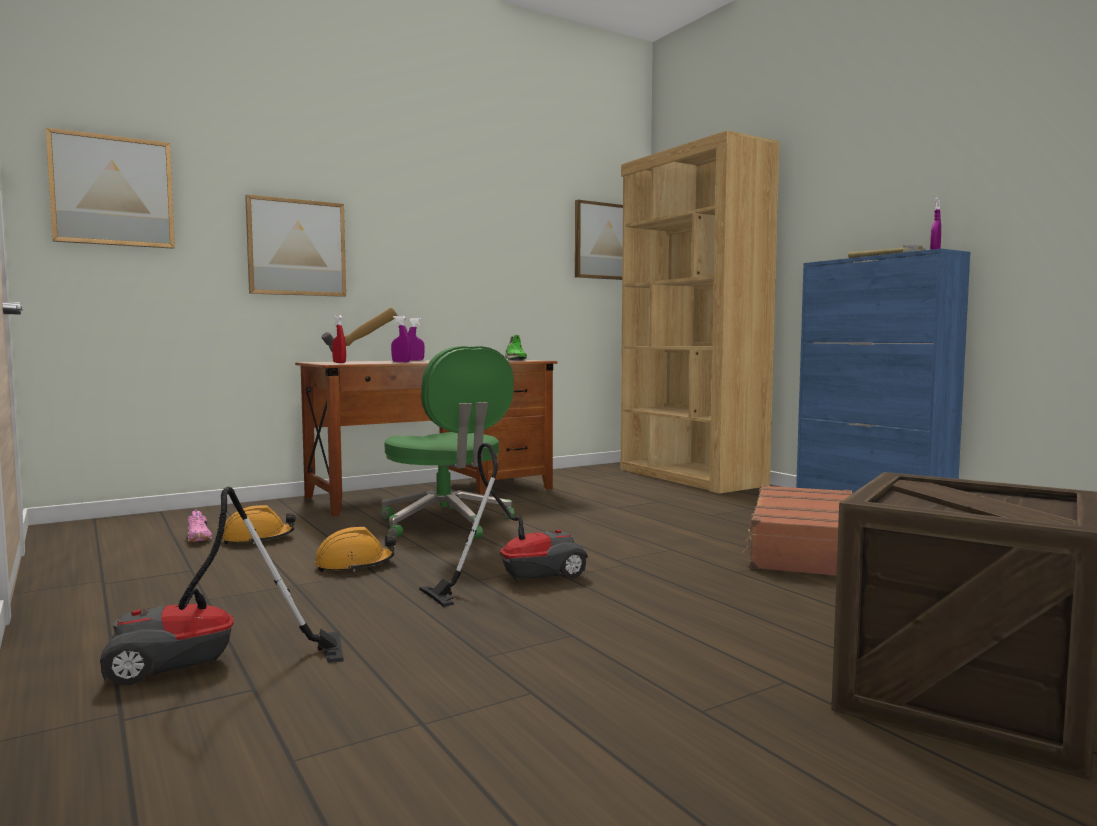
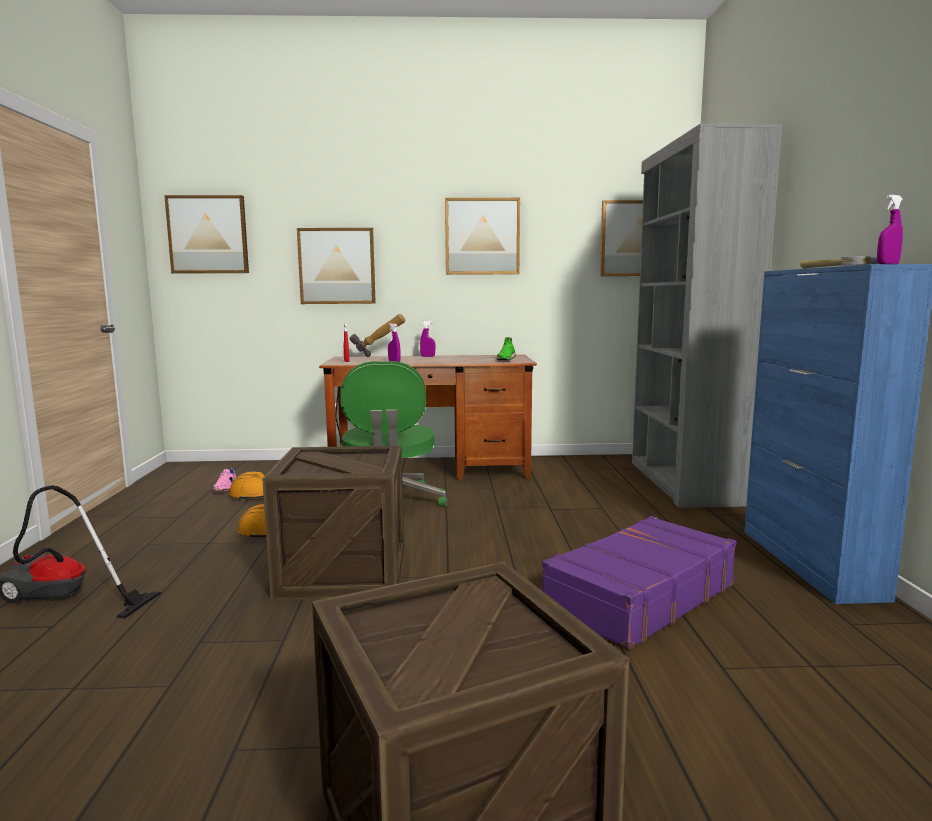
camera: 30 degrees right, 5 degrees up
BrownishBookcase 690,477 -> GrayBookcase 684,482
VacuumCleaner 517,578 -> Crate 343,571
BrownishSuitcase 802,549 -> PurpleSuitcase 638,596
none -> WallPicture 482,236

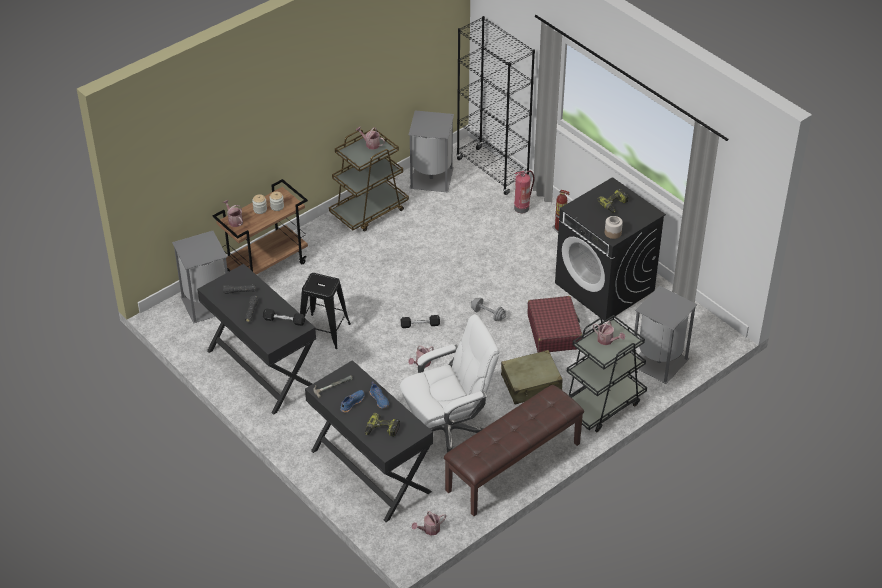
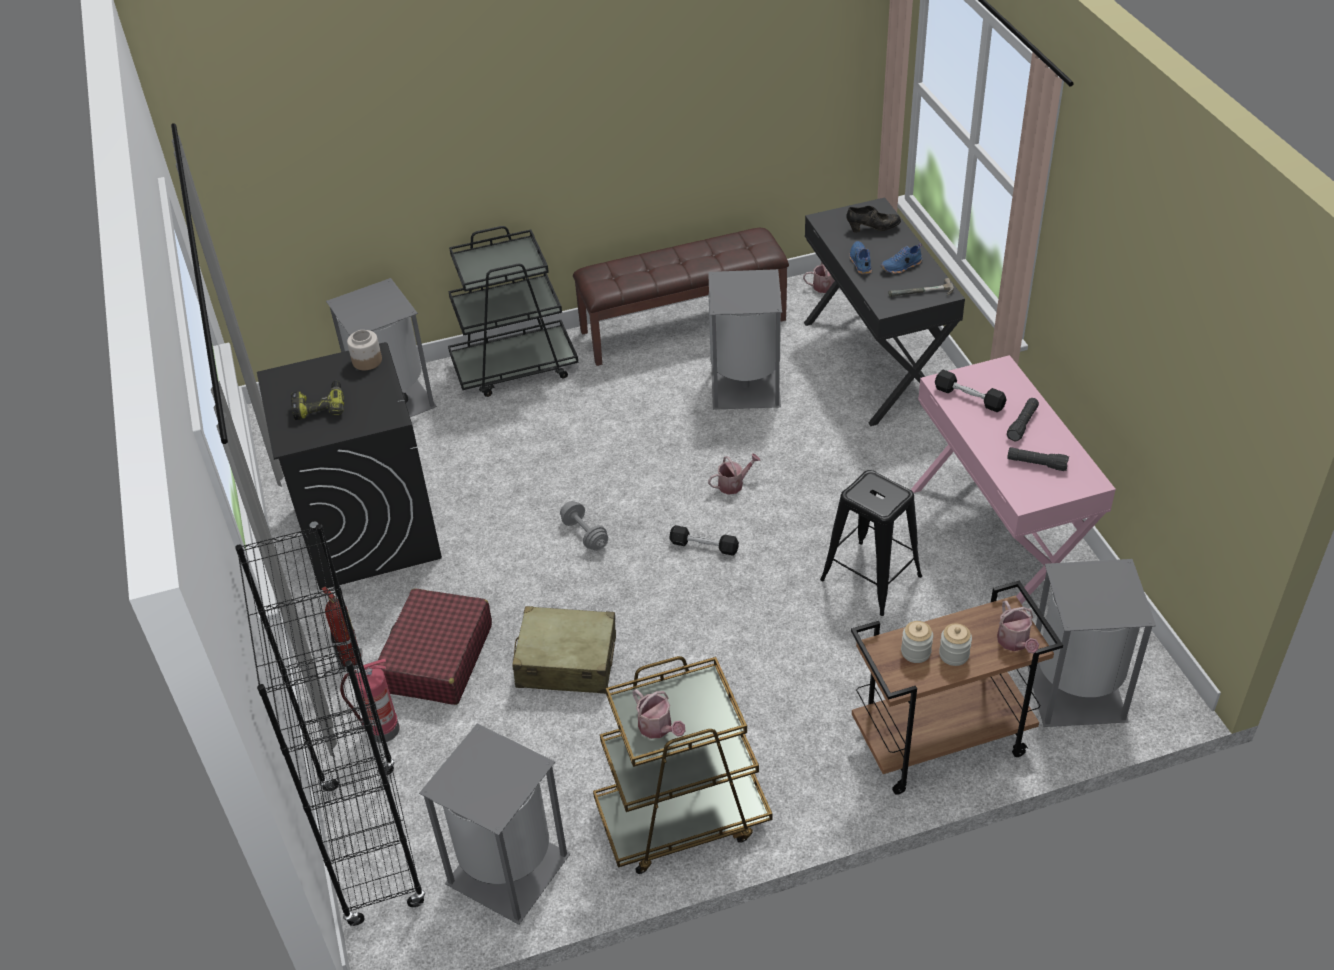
camera: 155 degrees left, 0 degrees up
BlackColouredDeskTable 261,369 -> PinkColouredDeskTable 997,540
RedSuitcase 554,331 -> RedSuitcase 437,658, move
WhiteDeskChair 448,430 -> GrayWasteBin 744,386
WateringPot 607,340 -> none
SandColouredSuitcase 531,384 -> SandColouredSuitcase 566,662, move
Drill 381,430 -> BlackColouredShoe 873,229

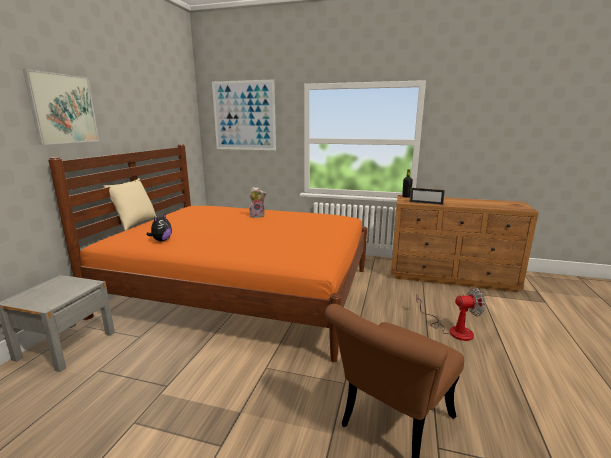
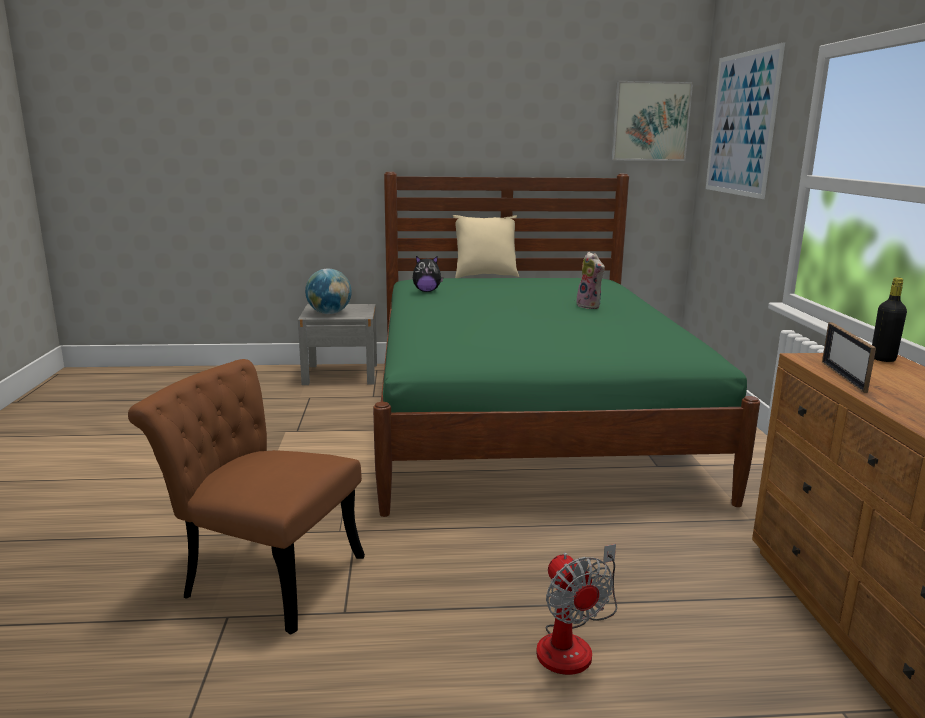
camera: 70 degrees right, 0 degrees up
WallPicture 63,109 -> WallPicture 651,121, move
OrangeyBed 242,291 -> GreenBed 525,420
none -> Globe 329,313

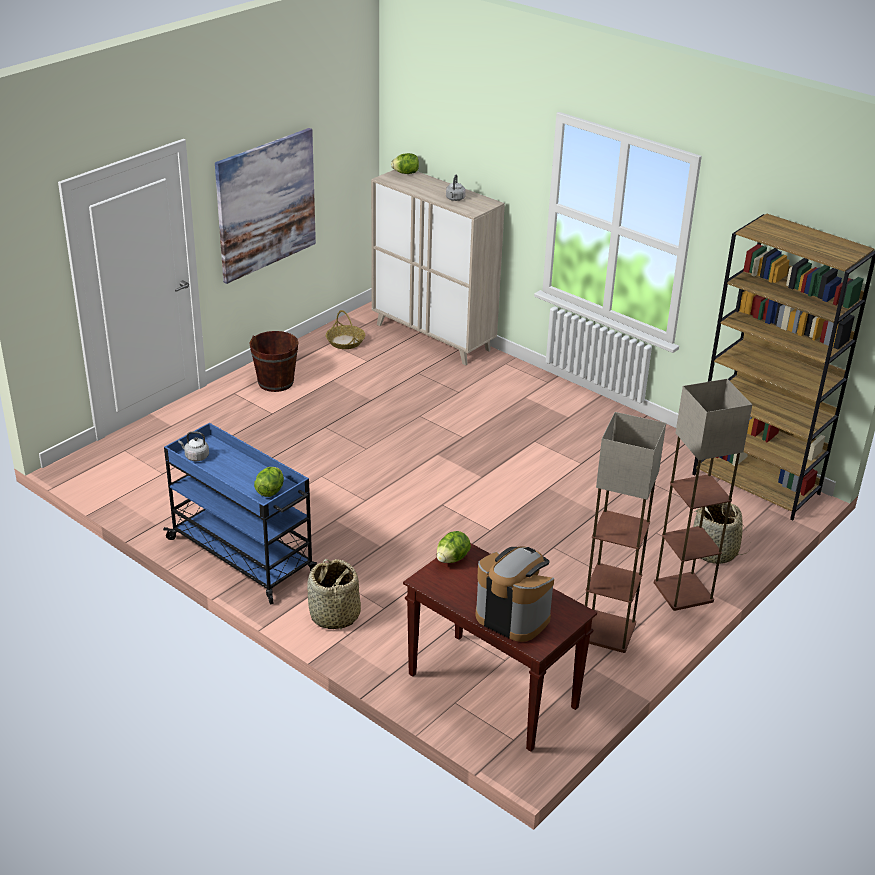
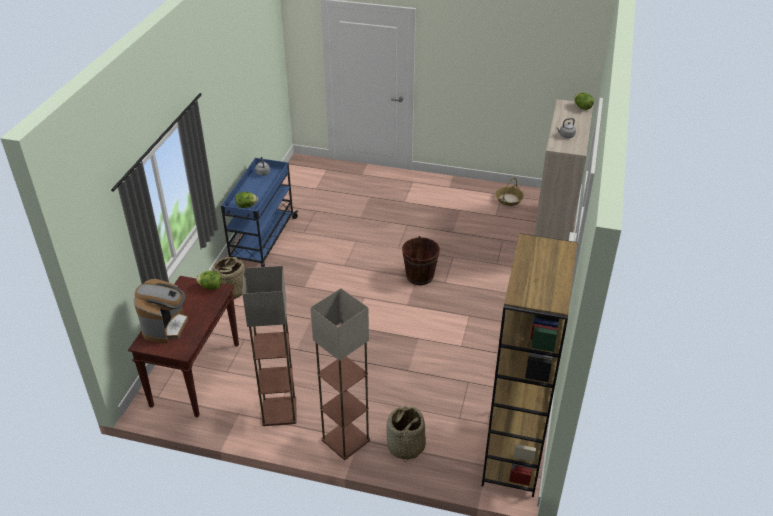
camera: 65 degrees right, 5 degrees up
WallPicture 266,204 -> none
BrownishBucket 275,382 -> BrownishBucket 420,276, move

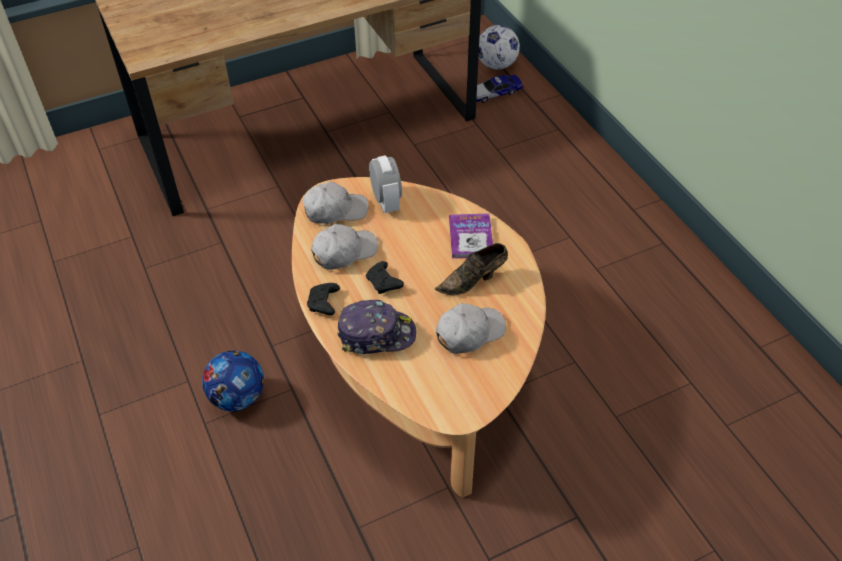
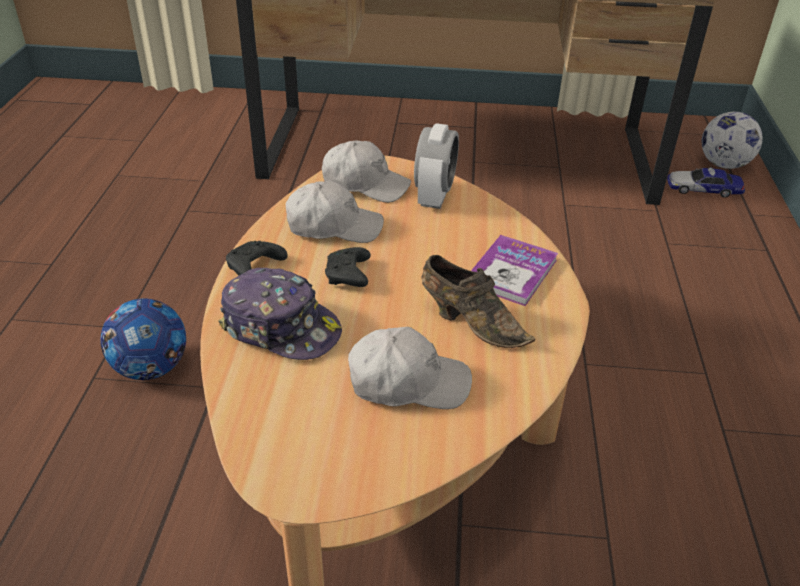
camera: 30 degrees right, 10 degrees down
BrownishShoe 473,281 -> BrownishShoe 471,322, 150 degrees counterclockwise

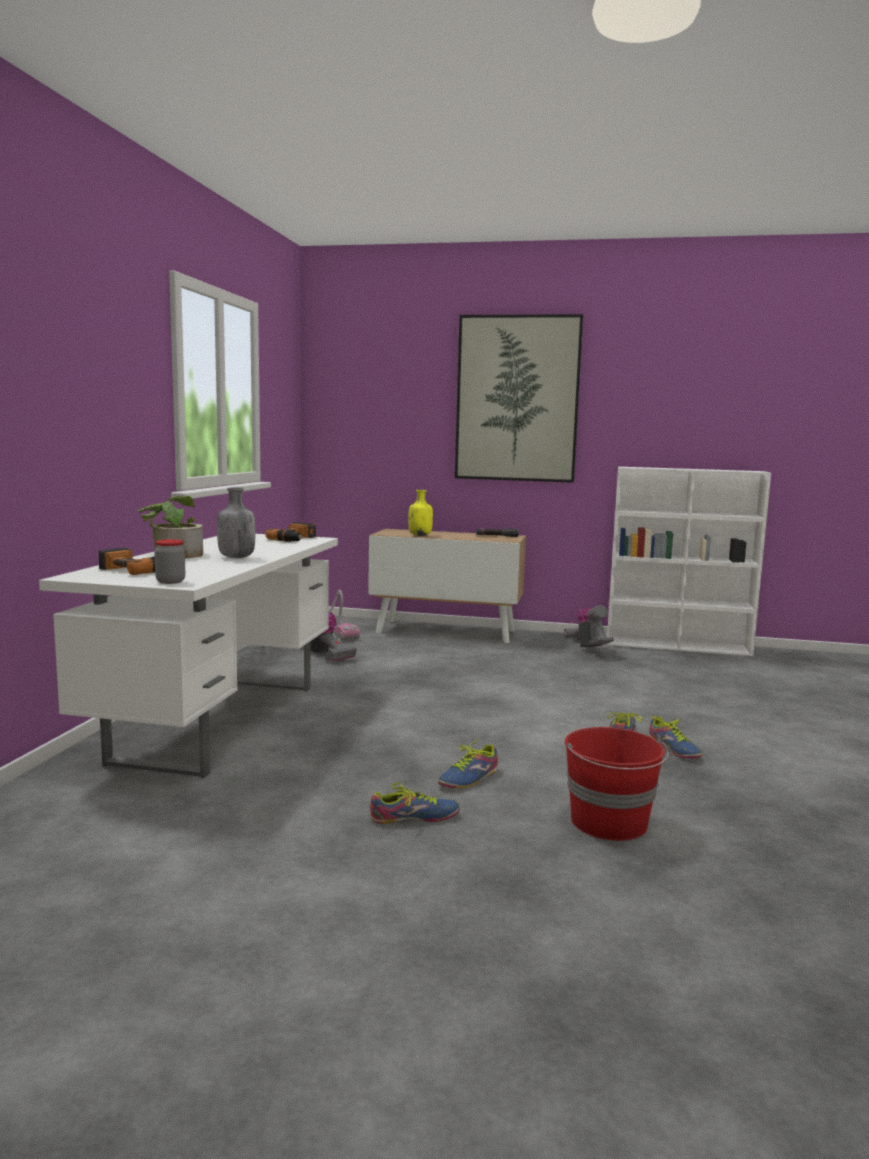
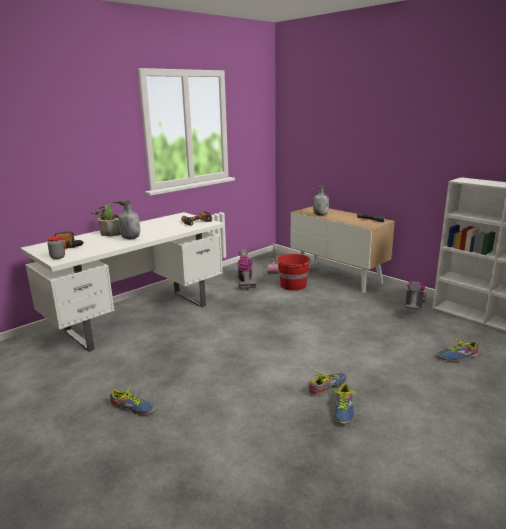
camera: 35 degrees right, 10 degrees up
WallPicture 517,399 -> none
YellowishDrinkBottle 420,535 -> GrayDrinkBottle 320,215
RedBucket 610,823 -> RedBucket 293,285, move
Shoe 469,778 -> Shoe 457,356, move

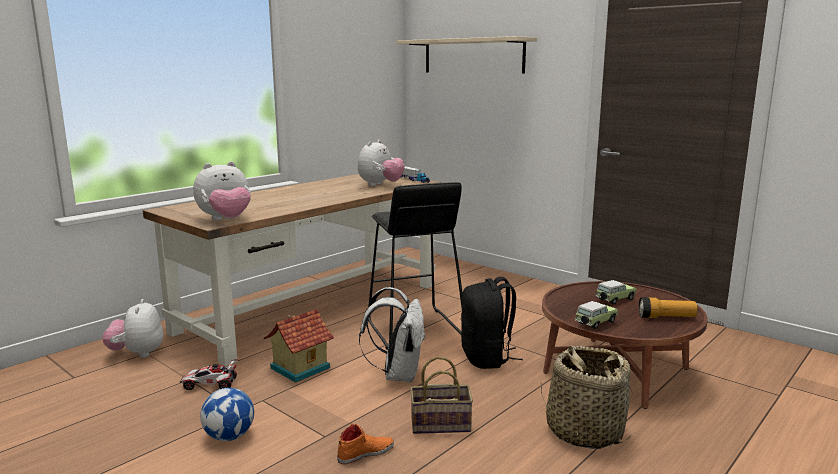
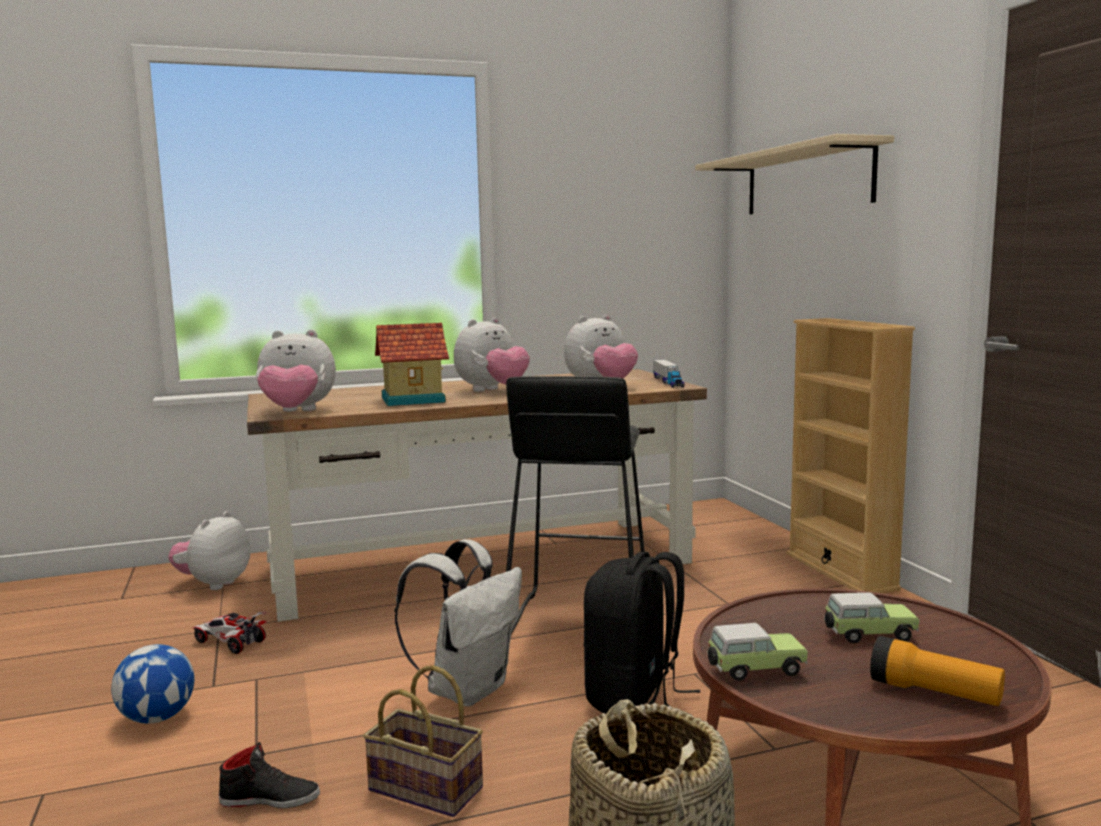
camera: 30 degrees right, 5 degrees down
ModelHouse 299,367 -> ModelHouse 412,399, move
OrangeyShoe 365,453 -> BlackColouredShoe 270,798
none -> PlushToy 492,390
none -> SandColouredBookcase 840,571

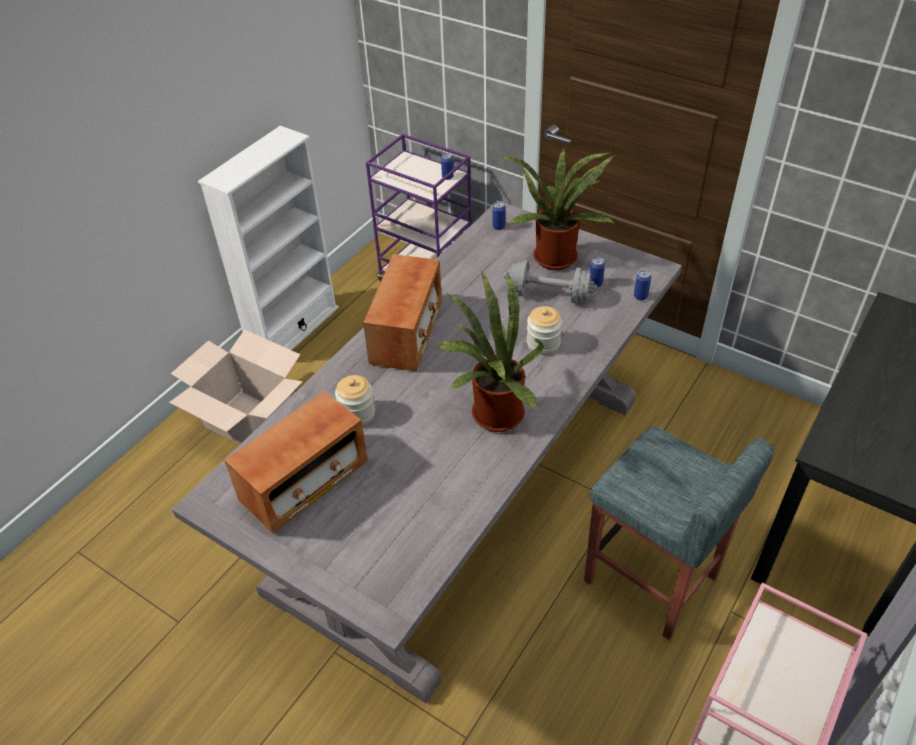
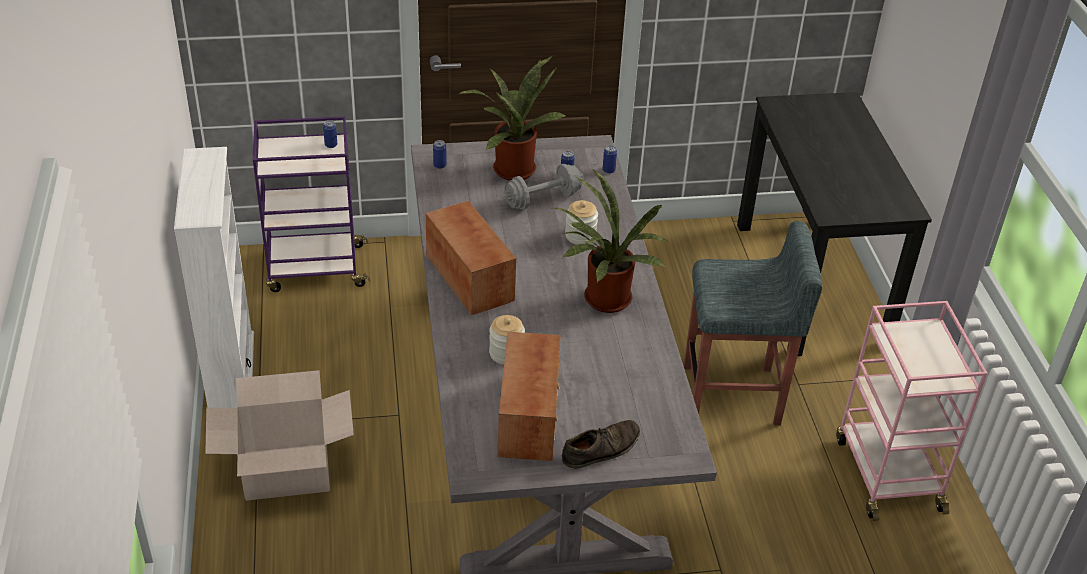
camera: 45 degrees left, 5 degrees down
none -> BrownishShoe 601,449

